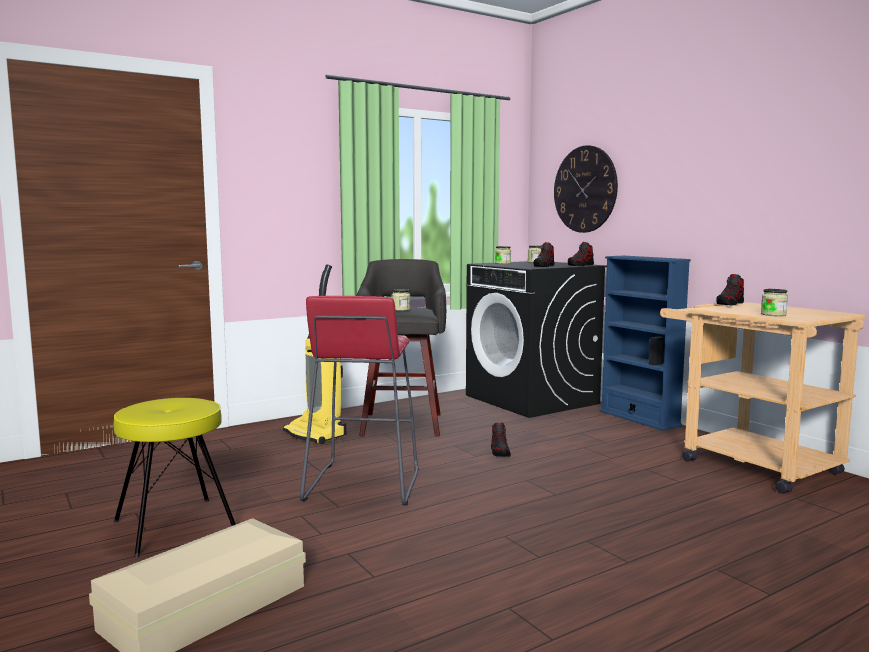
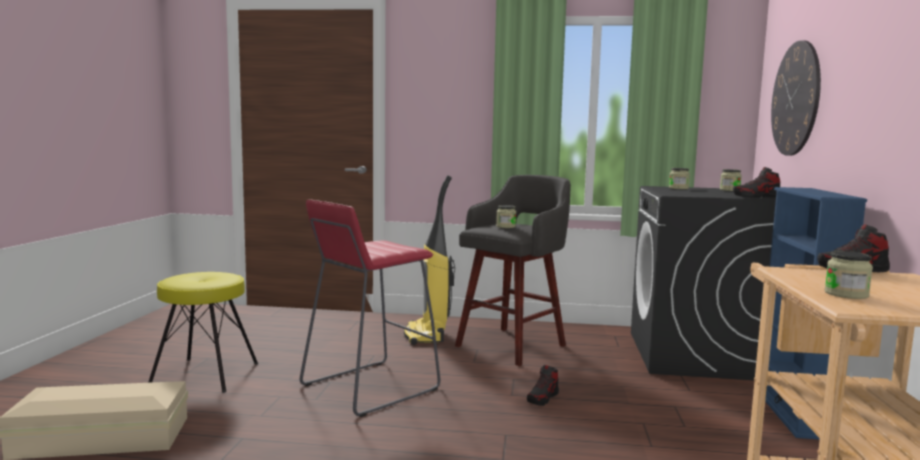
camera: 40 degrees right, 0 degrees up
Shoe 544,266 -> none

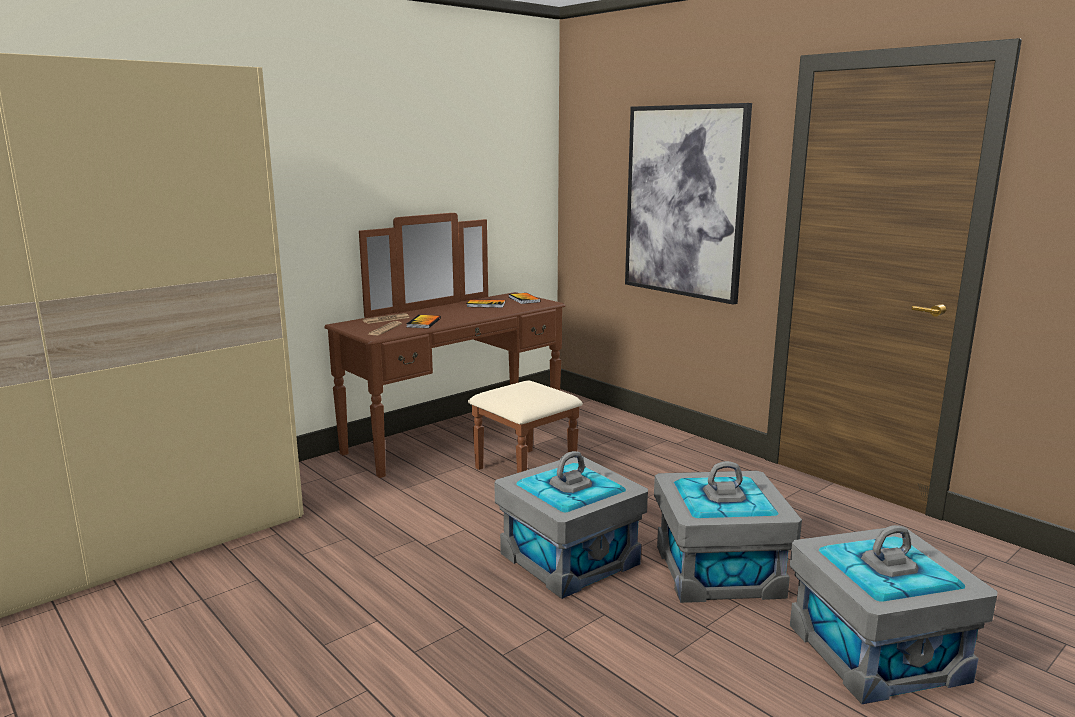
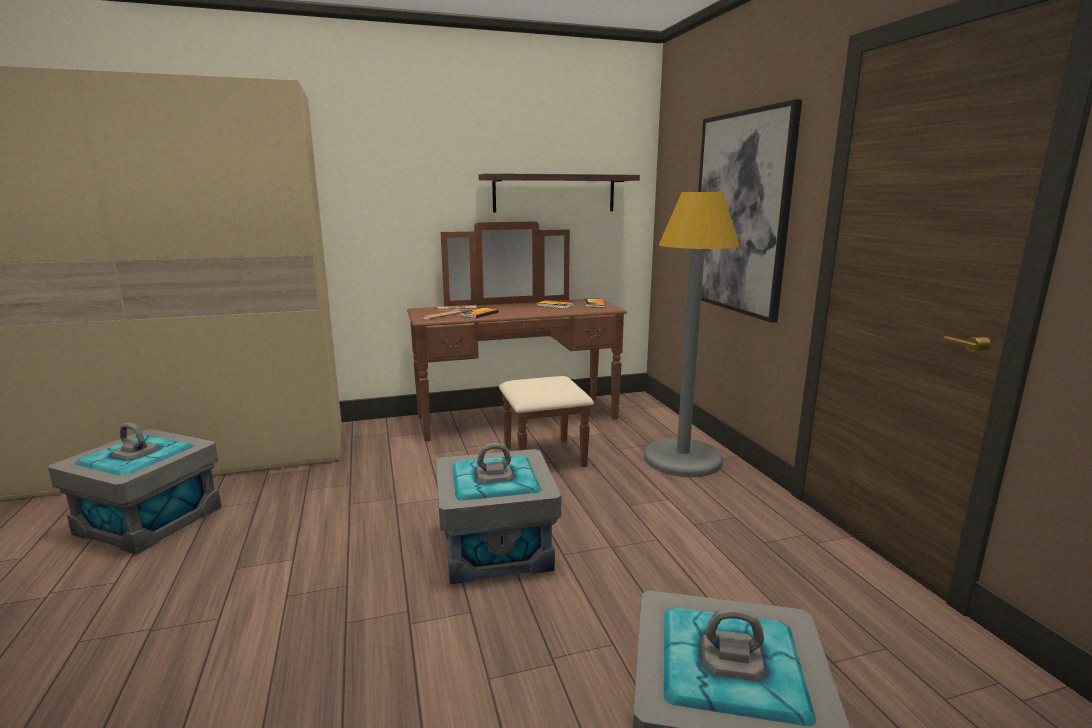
camera: 25 degrees right, 0 degrees up
GrayStorageBox 718,571 -> GrayStorageBox 148,520, move
none -> Shelf 554,193
none -> GrayStandardLamp 682,459

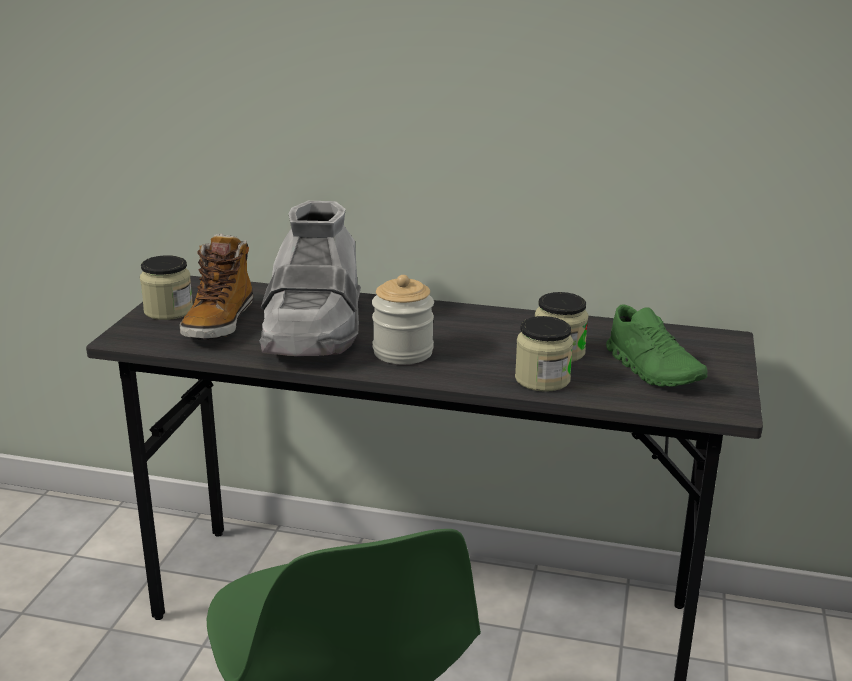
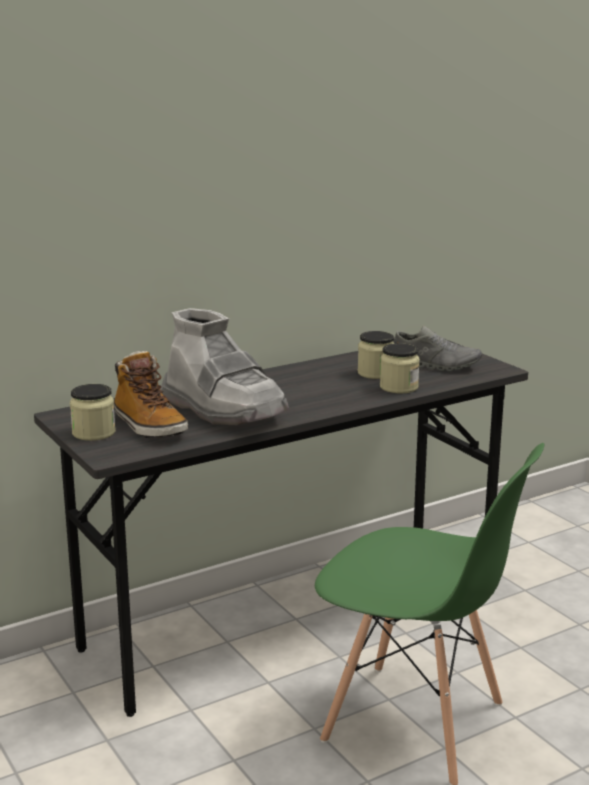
camera: 45 degrees left, 5 degrees down
StorageJar 403,352 -> none
GreenShoe 653,370 -> GrayShoe 435,365

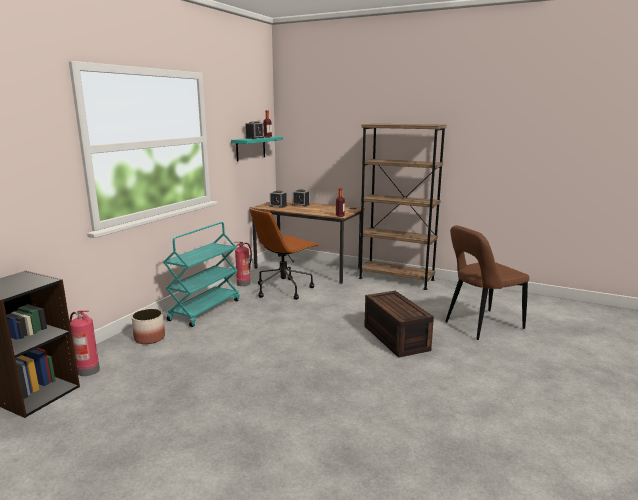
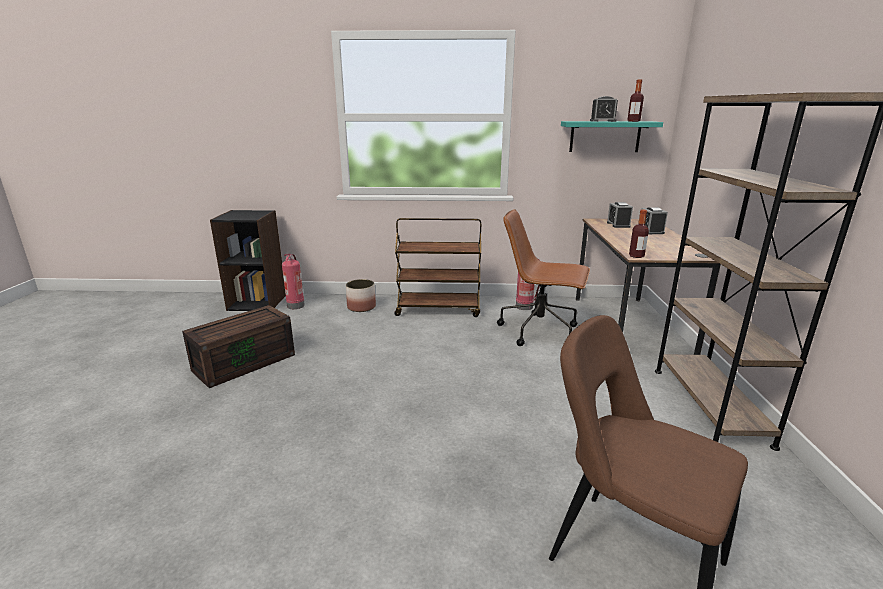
camera: 65 degrees right, 5 degrees up
TurquoiseColouredTrolley 205,309 -> BrownishTrolley 438,309
BrownishStorageBox 394,337 -> BrownishStorageBox 245,362, move

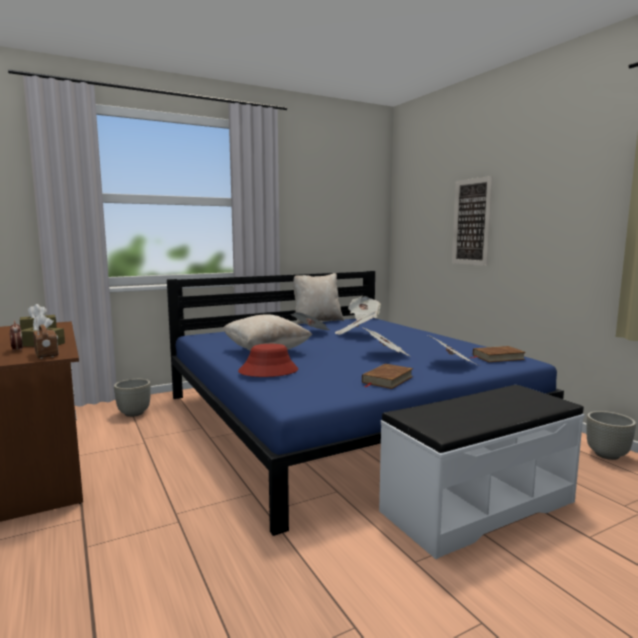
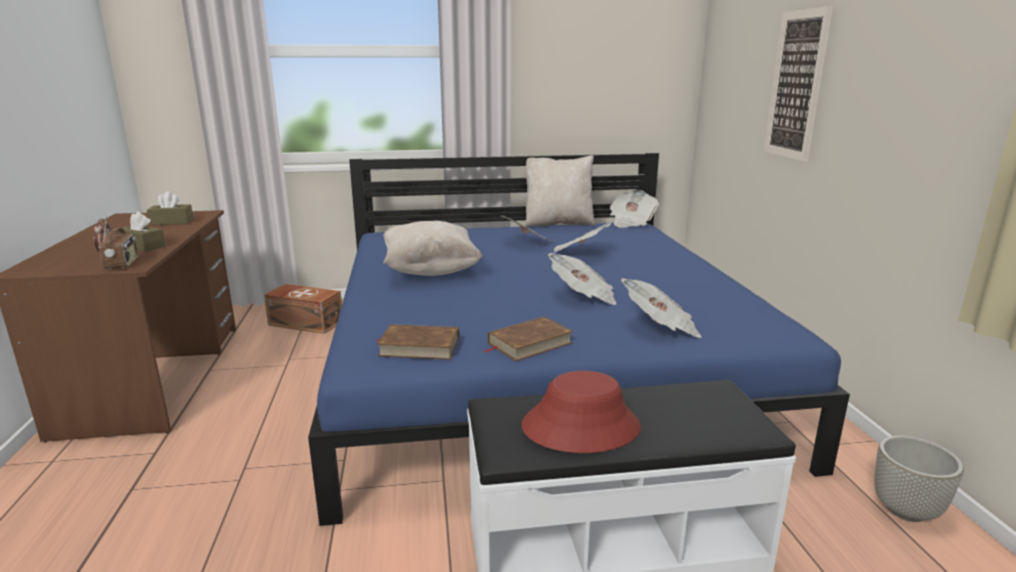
camera: 20 degrees right, 10 degrees up
RedClothingHat 268,371 -> RedClothingHat 581,426, move
BrownishBook 498,357 -> BrownishBook 419,347, move
GrayFlowerPot 134,413 -> BrownishStorageBox 305,322

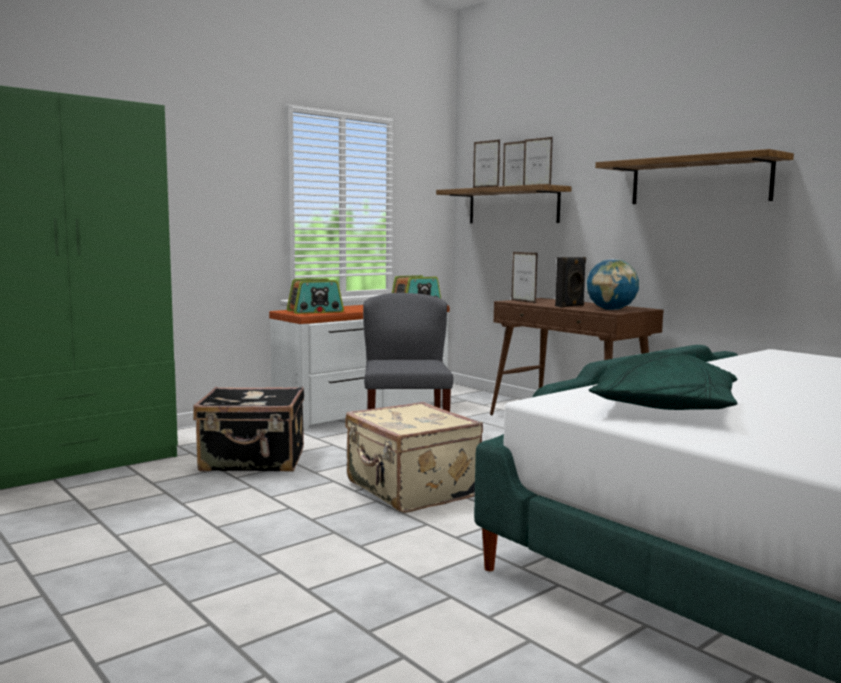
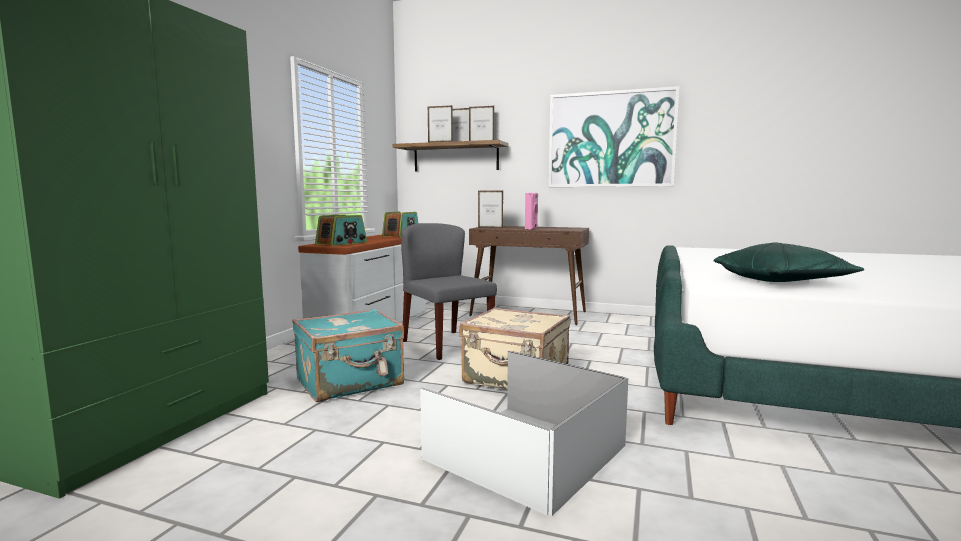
camera: 30 degrees left, 0 degrees up
Shelf 699,181 -> WallPicture 610,140
BlackColouredSpeaker 570,306 -> PinkColouredSpeaker 531,228
Globe 611,310 -> none
BlackColouredSuitcase 253,461 -> TurquoiseColouredSuitcase 350,383
none -> WhiteStorageBox 526,451

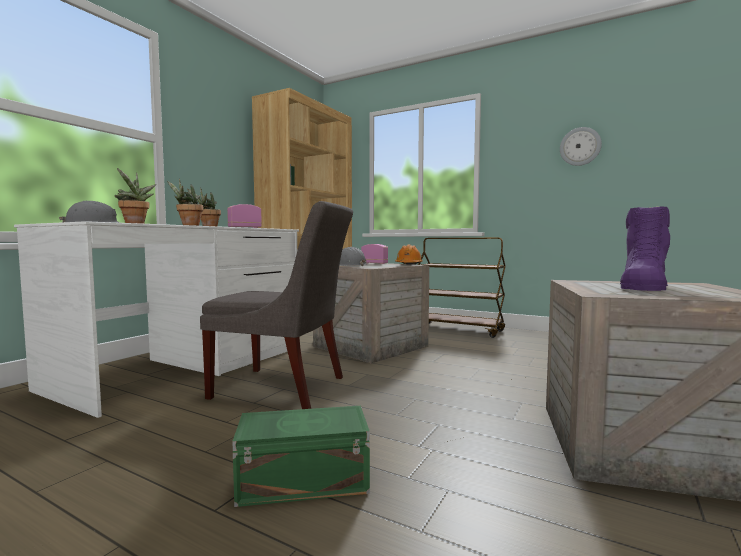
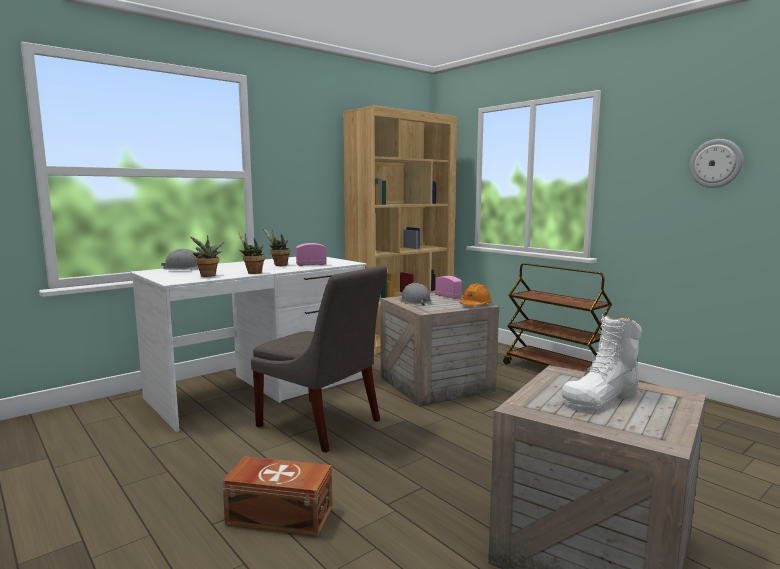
camera: 20 degrees right, 5 degrees up
PurpleBoot 643,287 -> WhiteBoot 600,397
GreenStorageBox 301,480 -> BrownishStorageBox 279,514

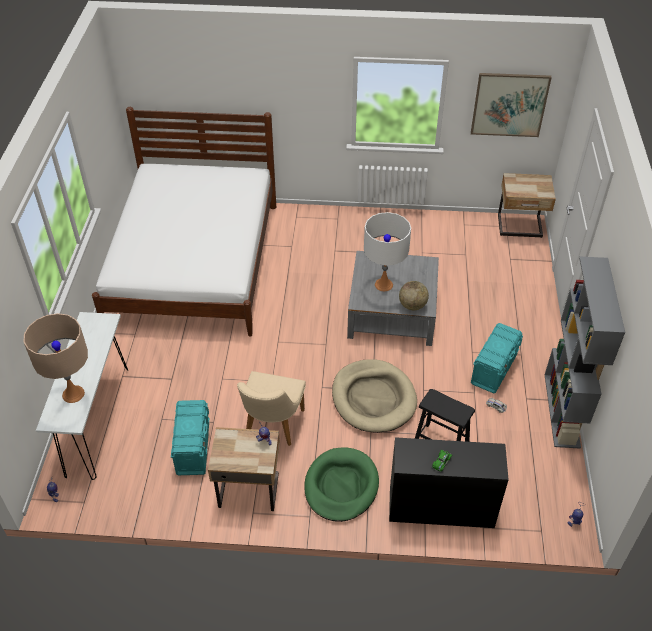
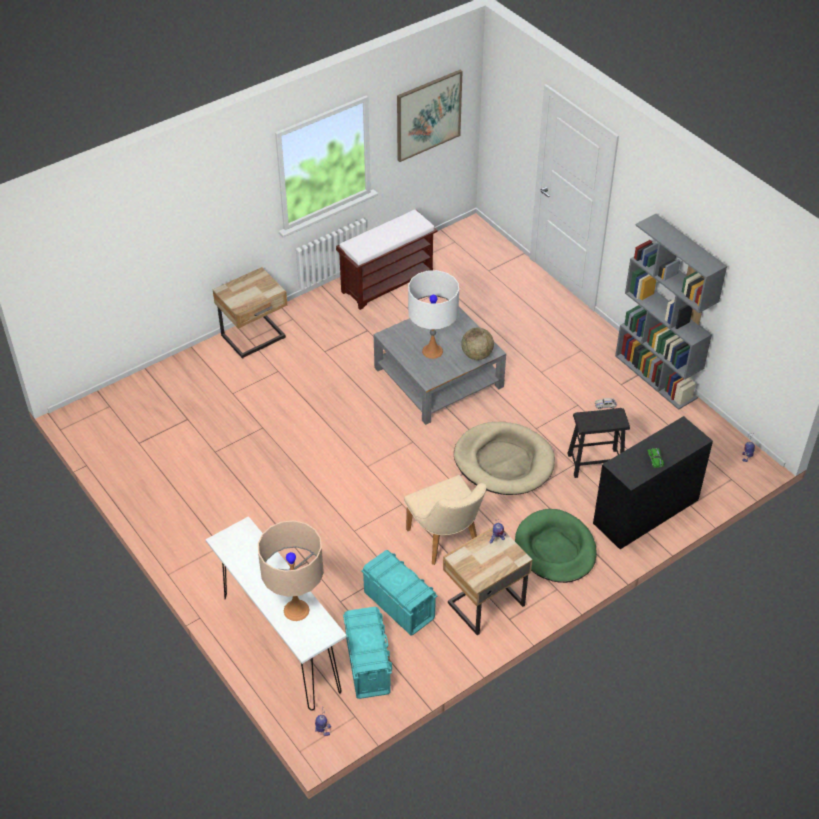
camera: 40 degrees left, 0 degrees up
WhiteBed 194,263 -> none
SandColouredNightstand 520,227 -> SandColouredNightstand 255,338, move
TurquoiseColouredStorageBox 494,369 -> TurquoiseColouredStorageBox 368,665, move
none -> BrownishBench 388,282

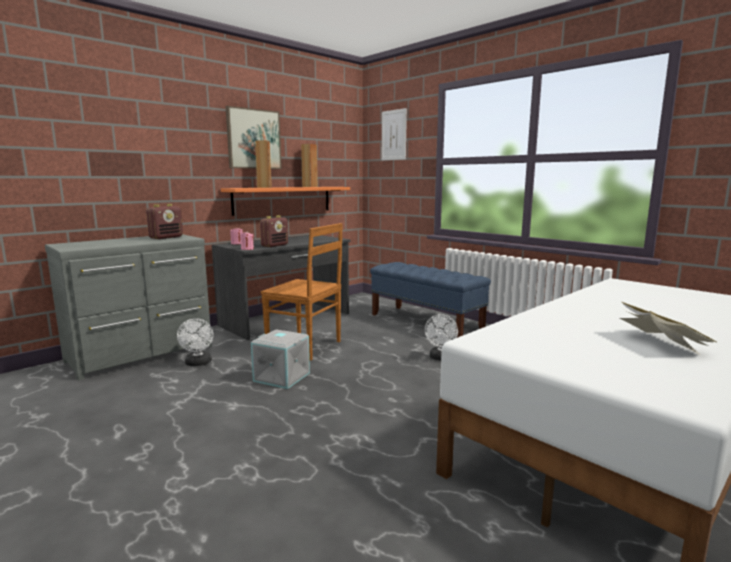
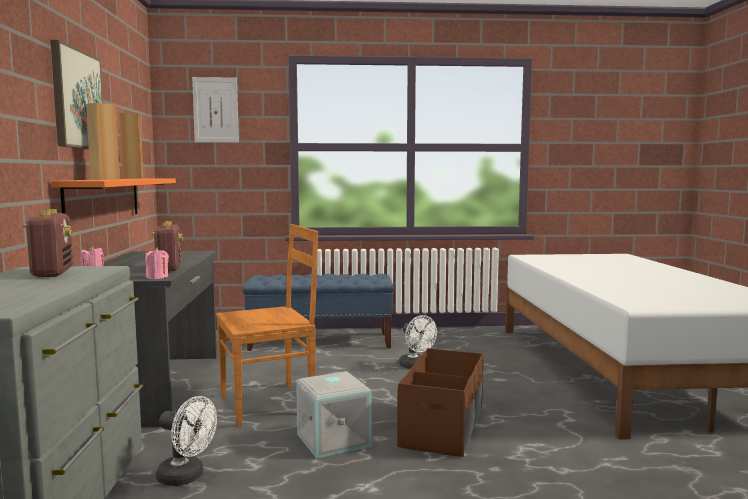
camera: 50 degrees left, 5 degrees down
Book 660,343 -> none
none -> BrownishStorageBox 443,427

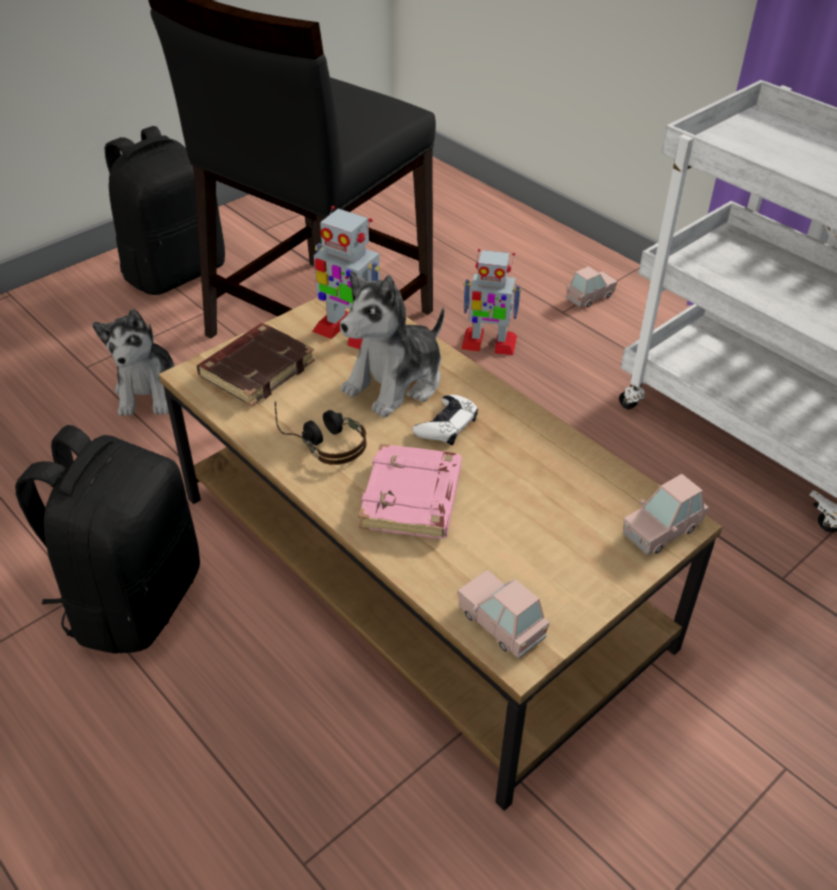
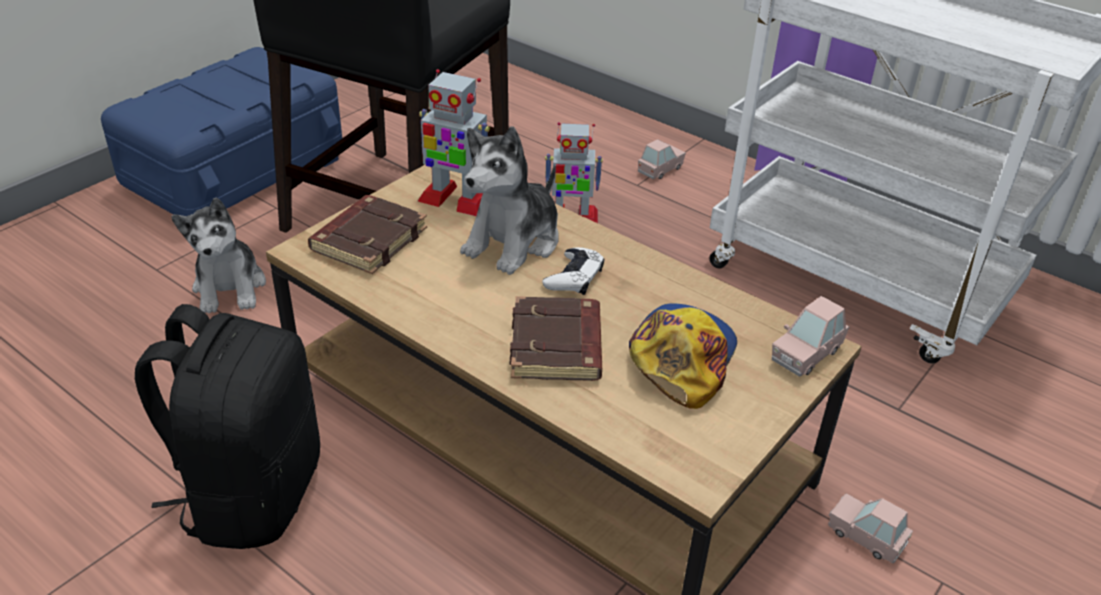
camera: 10 degrees left, 5 degrees down
BlackColouredKnapsack 175,272 -> BlueStorageBox 235,172
Headset 321,439 -> none
PinkColouredBook 413,499 -> BrownishBook 558,347
PinkColouredMiniatureCar 500,623 -> PinkColouredMiniatureCar 865,537, move
none -> PeakedCap 682,357

